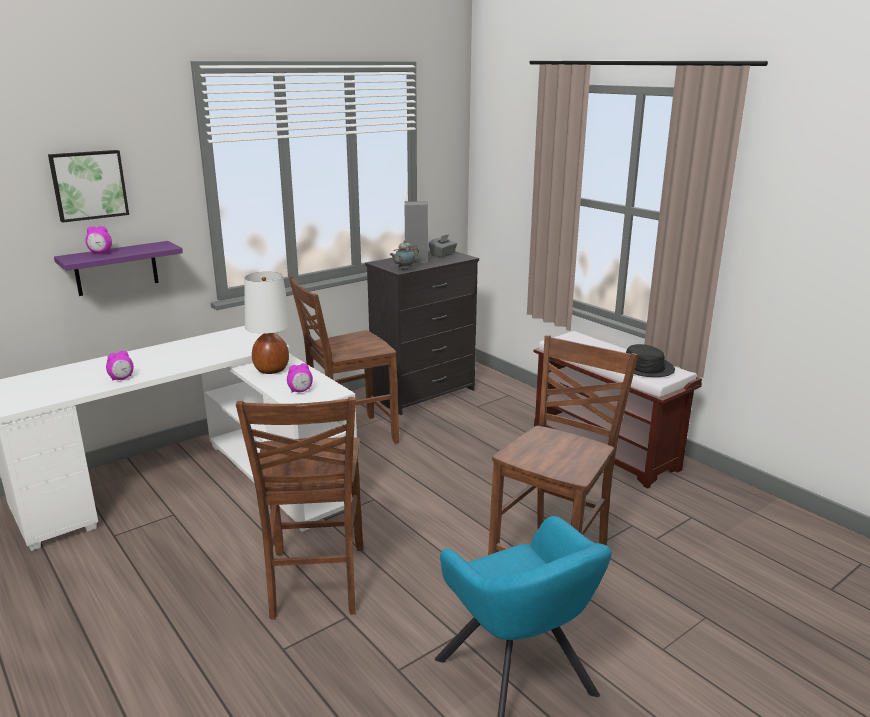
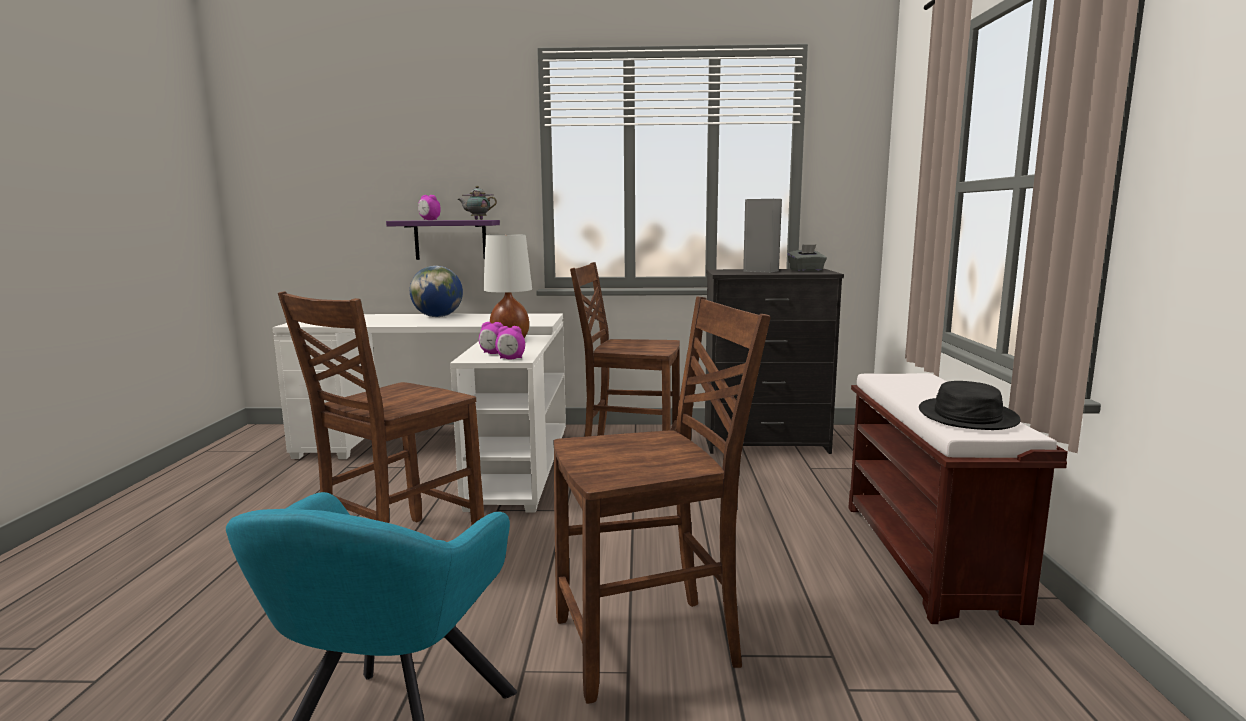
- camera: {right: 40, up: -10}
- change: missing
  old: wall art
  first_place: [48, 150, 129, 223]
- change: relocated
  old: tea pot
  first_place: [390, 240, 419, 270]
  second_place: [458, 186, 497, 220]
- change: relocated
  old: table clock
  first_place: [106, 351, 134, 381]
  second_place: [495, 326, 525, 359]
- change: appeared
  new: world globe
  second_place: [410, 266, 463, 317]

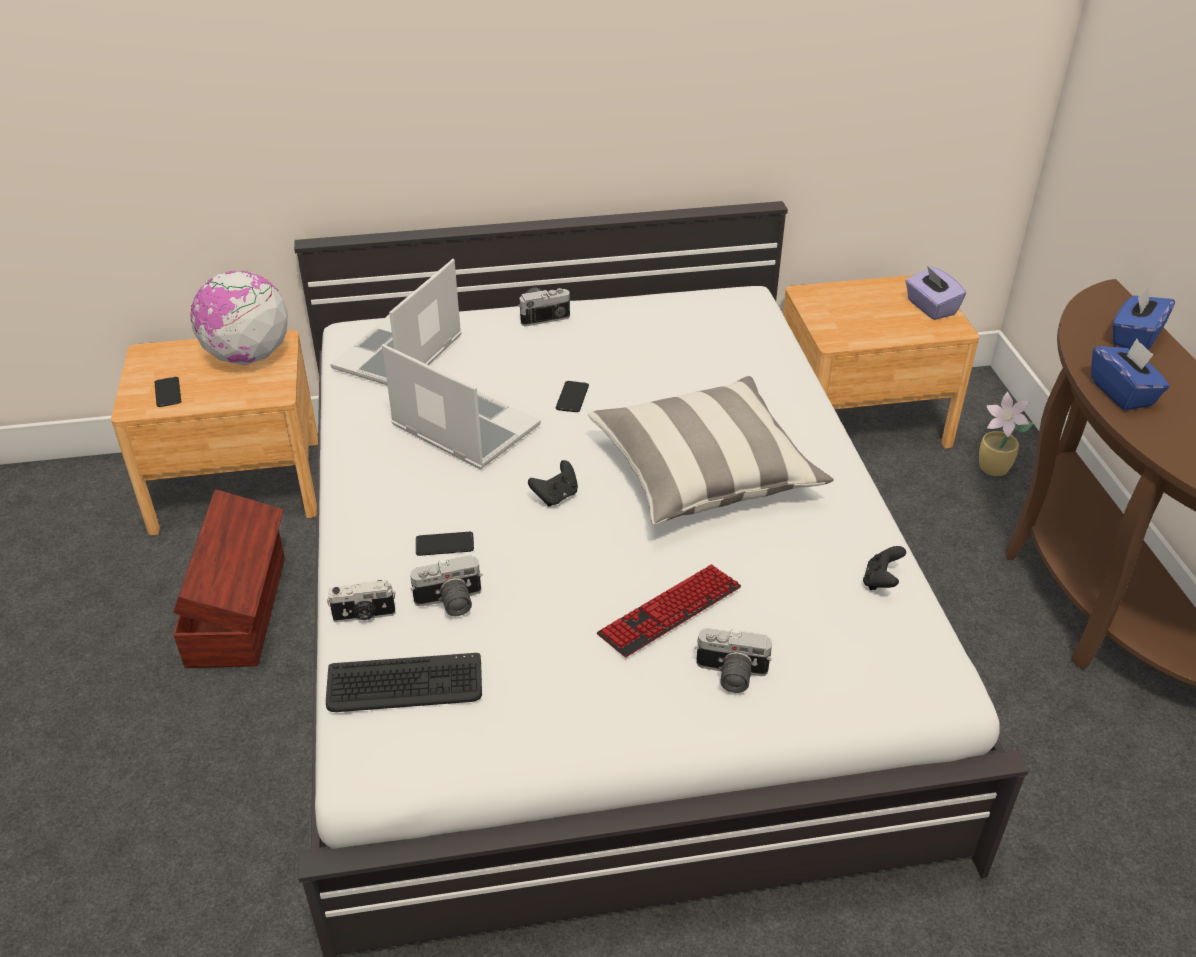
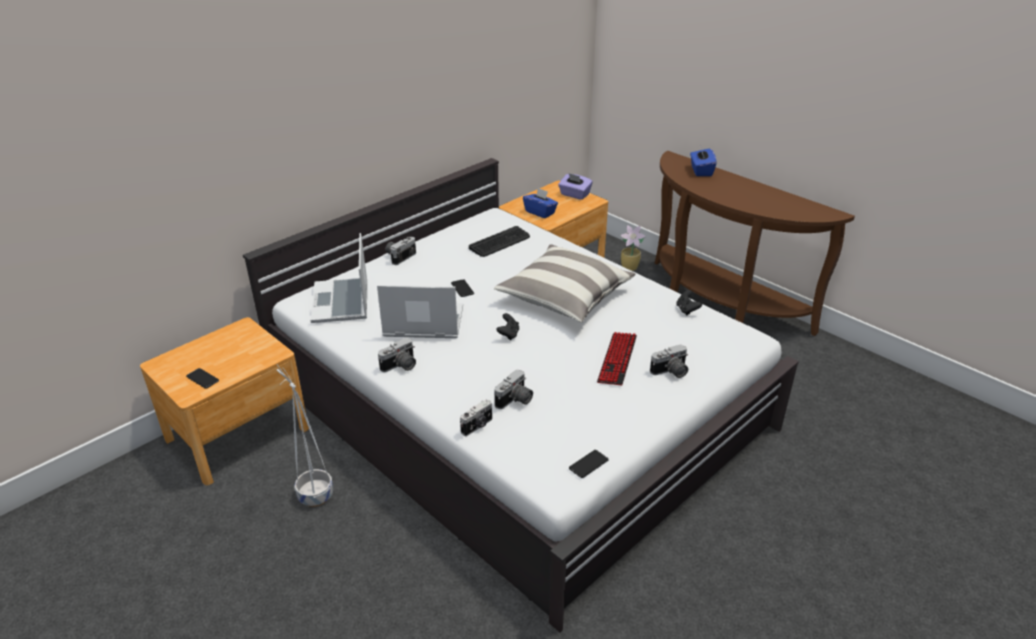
- camera: {right: -35, up: -5}
- change: missing
  old: world globe
  first_place: [190, 271, 288, 366]
- change: relocated
  old: box of tissues (blue)
  first_place: [1091, 338, 1170, 411]
  second_place: [523, 188, 558, 218]
- change: exchanged
  old: storage box (brownish)
  new: flower pot (whitish)
  first_place: [173, 489, 285, 668]
  second_place: [277, 365, 333, 507]
- change: relocated
  old: handset
  first_place: [416, 532, 474, 556]
  second_place: [569, 450, 609, 478]
- change: relocated
  old: keyboard
  first_place: [326, 653, 482, 712]
  second_place: [469, 226, 530, 257]
- change: appeared
  new: photo camera
  second_place: [378, 338, 416, 372]

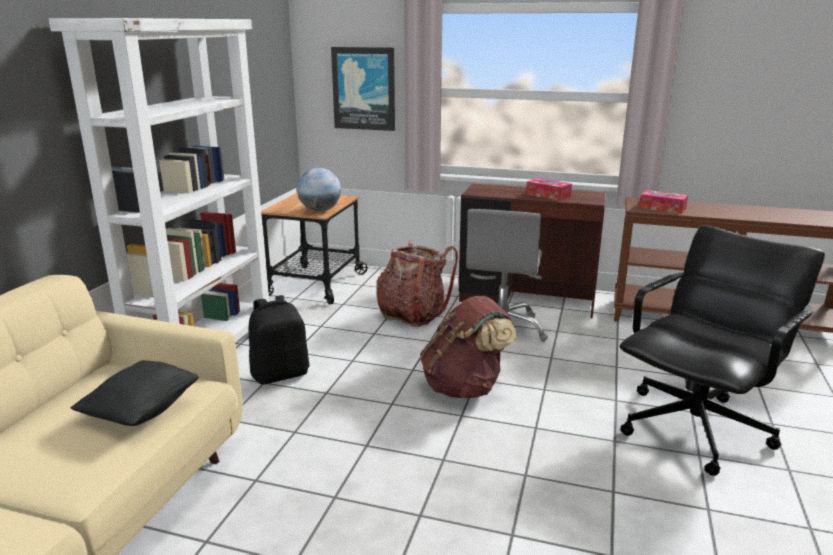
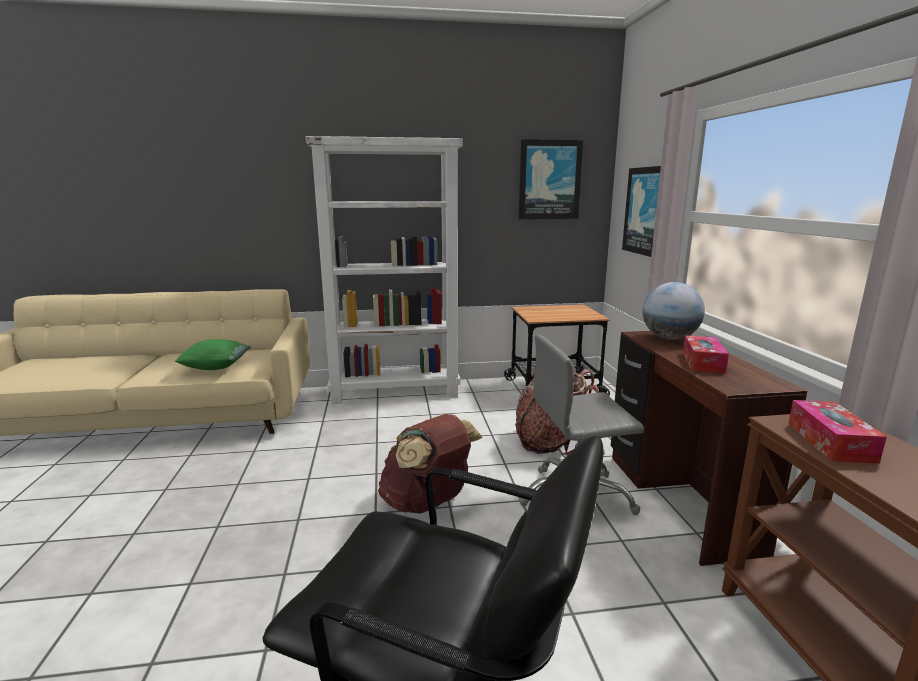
- camera: {right: 65, up: -5}
- change: relocated
  old: world globe
  first_place: [297, 168, 341, 211]
  second_place: [642, 282, 705, 340]
- change: missing
  old: rucksack (black)
  first_place: [249, 295, 309, 385]
- change: colour
  old: cushion (black)
  new: cushion (greenish)
  first_place: [70, 360, 200, 426]
  second_place: [175, 339, 251, 370]
- change: appeared
  new: wall art
  second_place: [519, 139, 583, 219]

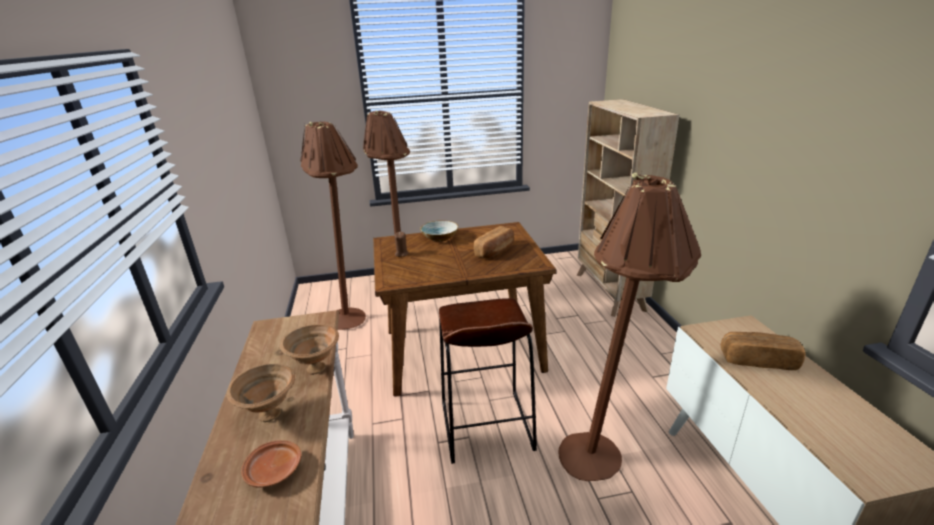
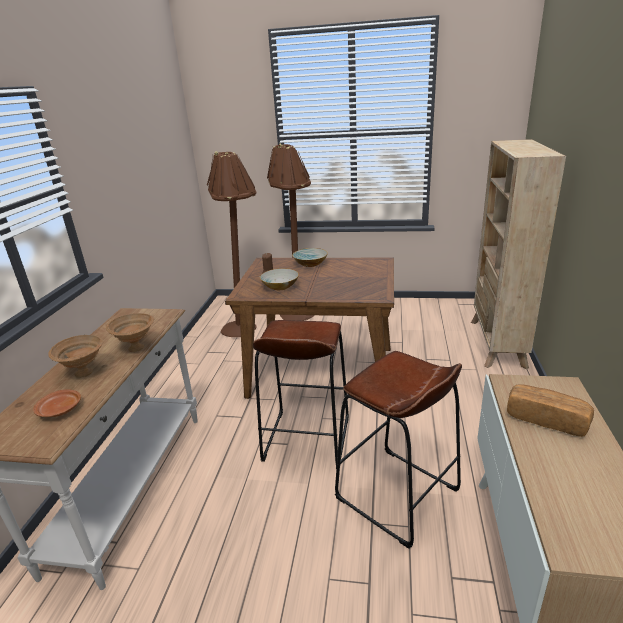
- camera: {right: 20, up: 0}
- change: exchanged
  old: standing lamp (brownish)
  new: sitting stool (brownish)
  first_place: [559, 173, 701, 481]
  second_place: [335, 351, 462, 549]
- change: missing
  old: baked bread
  first_place: [474, 226, 514, 259]
- change: appeared
  new: deep dish
  second_place: [260, 268, 299, 290]

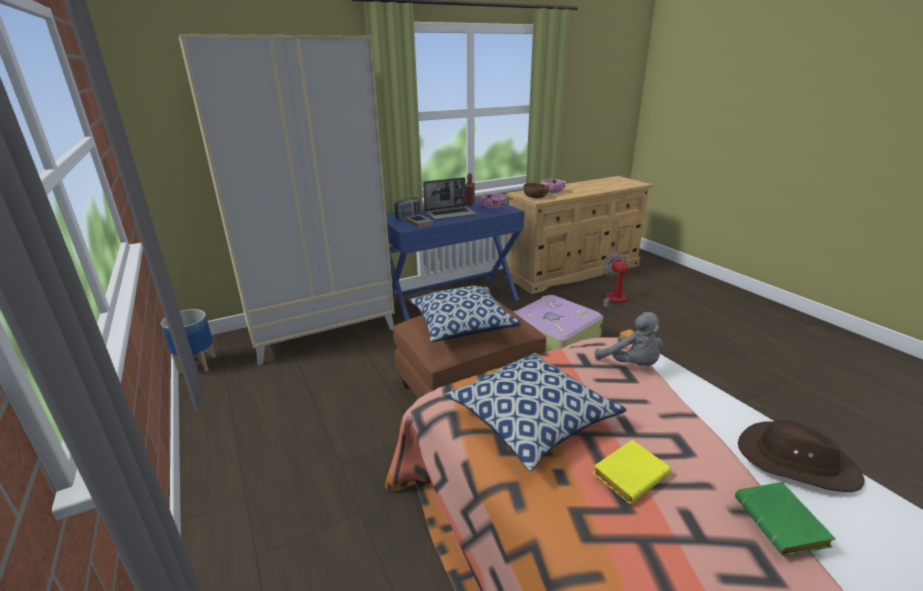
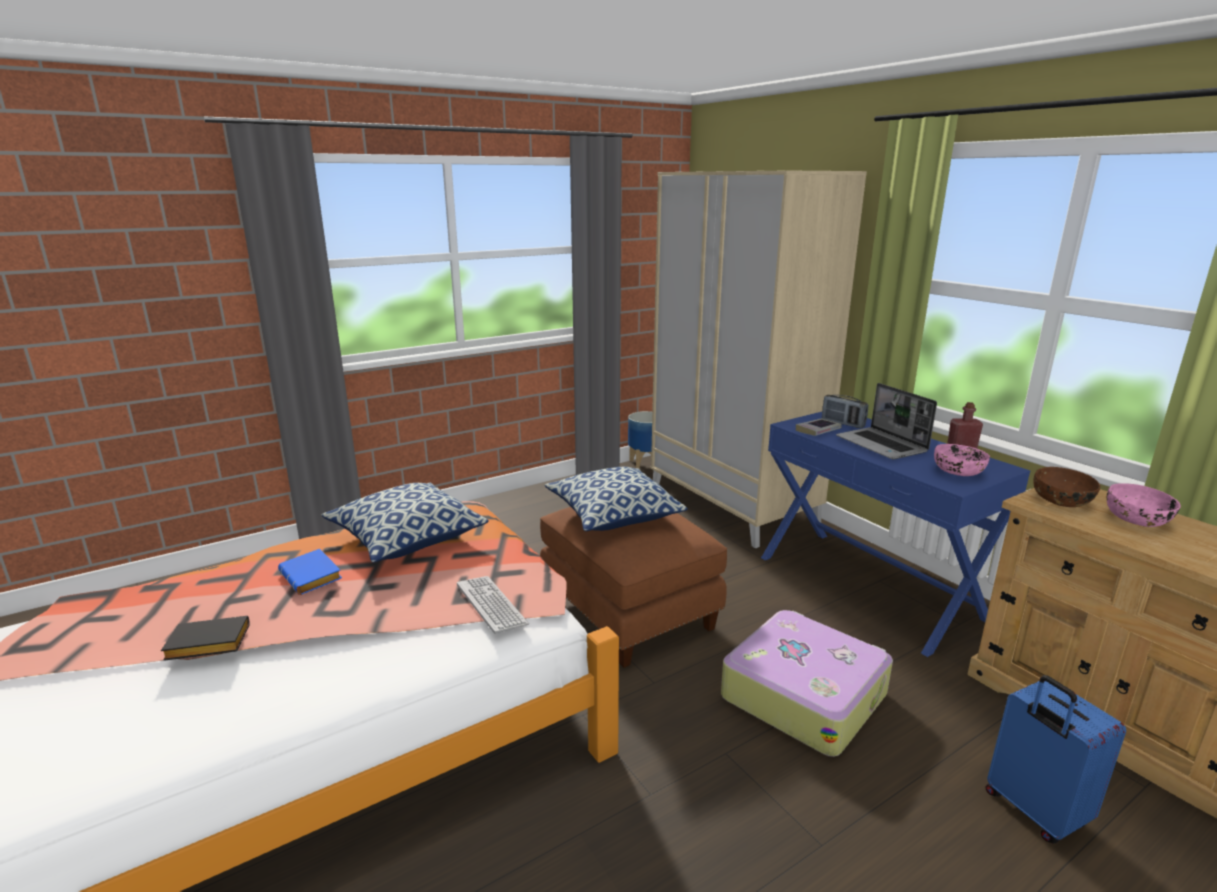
- camera: {right: 85, up: -5}
- change: exchanged
  old: electric fan
  new: piece of luggage (blue)
  first_place: [598, 252, 629, 314]
  second_place: [986, 675, 1126, 843]
- change: exchanged
  old: cuddly toy (grey)
  new: keyboard
  first_place: [595, 312, 663, 366]
  second_place: [457, 576, 529, 634]
- change: missing
  old: wearable hat (brownish)
  first_place: [738, 420, 865, 492]
- change: colour
  old: book (yellowish)
  new: book (blue)
  first_place: [593, 440, 671, 504]
  second_place: [278, 549, 342, 595]
- change: colour
  old: book (greenish)
  new: book (black)
  first_place: [735, 482, 836, 556]
  second_place: [161, 616, 250, 661]

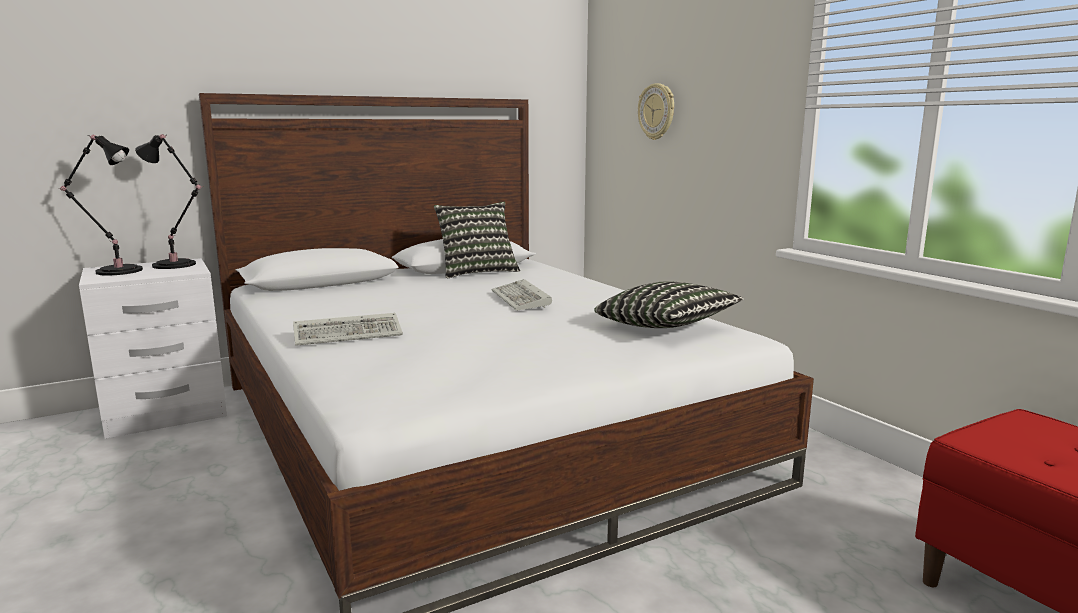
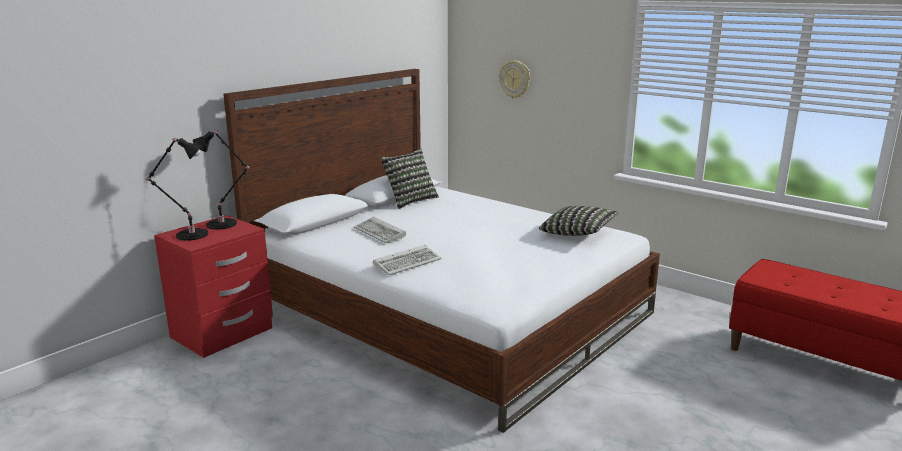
- camera: {right: -20, up: 5}
- change: colour
  old: night table (whitish)
  new: night table (reddish)
  first_place: [79, 258, 227, 439]
  second_place: [154, 215, 273, 358]
- change: relocated
  old: keyboard
  first_place: [492, 279, 552, 311]
  second_place: [354, 217, 406, 244]

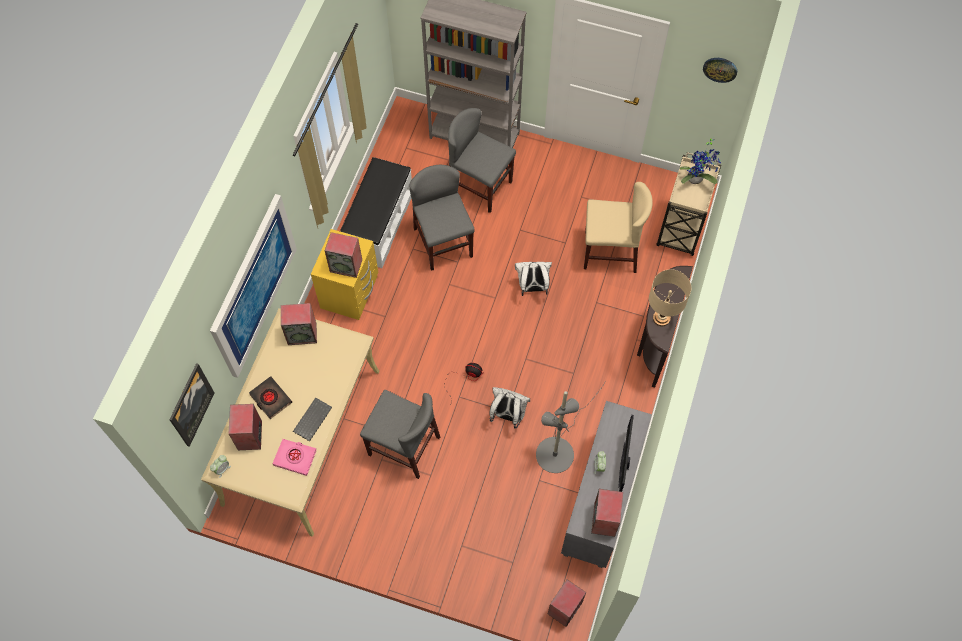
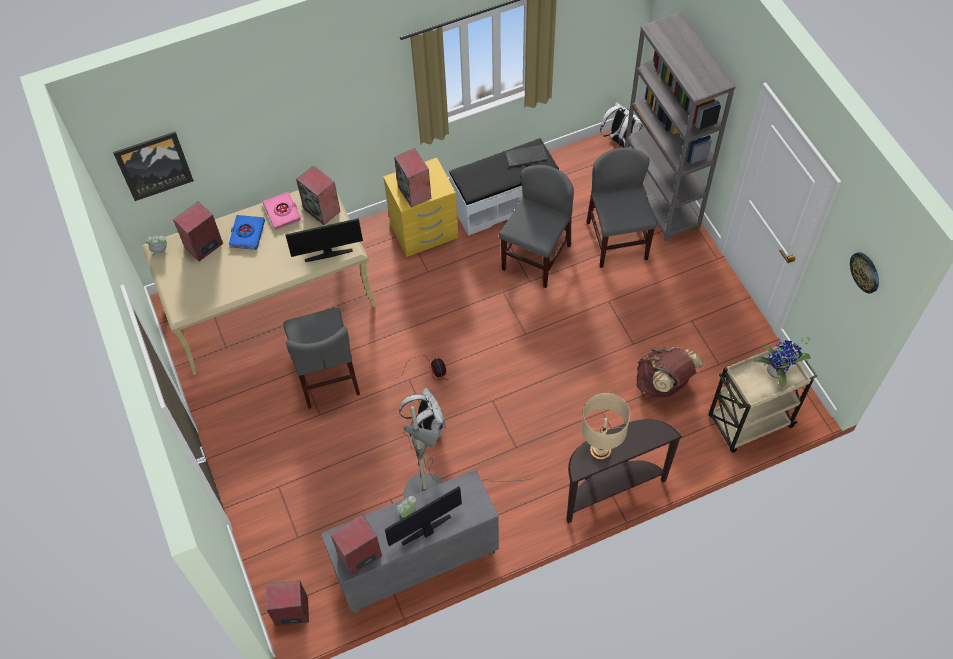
- camera: {right: 50, up: -5}
- change: exchanged
  old: plain chair (beige)
  new: rucksack (brownish)
  first_place: [584, 182, 653, 273]
  second_place: [636, 347, 703, 398]
- change: missing
  old: wall art
  first_place: [210, 194, 297, 378]
- change: relocated
  old: rucksack (whitish)
  first_place: [515, 262, 552, 296]
  second_place: [600, 102, 644, 148]
- change: colour
  old: book (black)
  new: book (blue)
  first_place: [249, 376, 292, 419]
  second_place: [229, 215, 265, 250]
- change: relocated
  old: keyboard
  first_place: [293, 398, 332, 441]
  second_place: [505, 144, 548, 167]
- change: relocated
  old: book (pink)
  first_place: [273, 439, 317, 476]
  second_place: [263, 192, 301, 230]
- change: appeared
  new: computer display
  second_place: [285, 218, 363, 262]

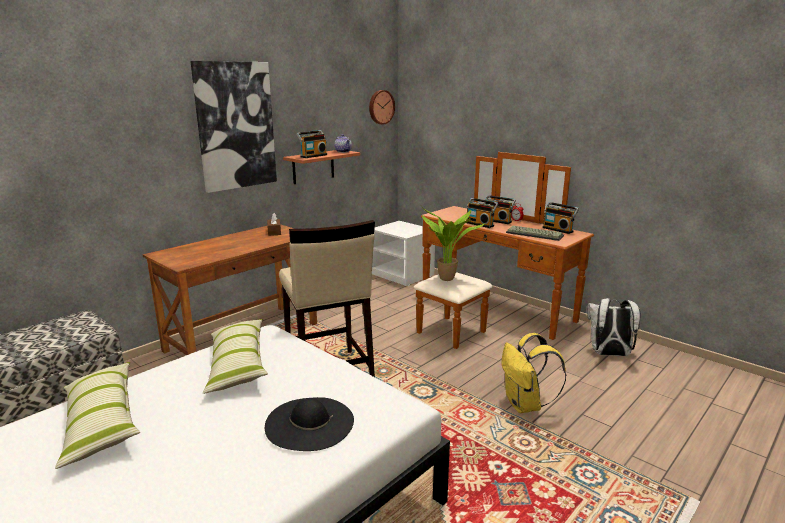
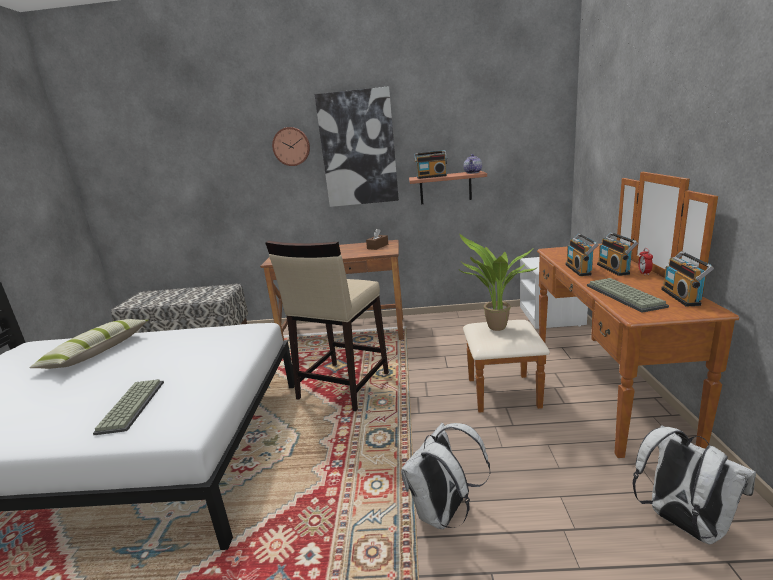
- camera: {right: 50, up: 0}
- change: relocated
  old: wall clock
  first_place: [369, 90, 395, 125]
  second_place: [272, 127, 310, 166]
- change: missing
  old: cushion
  first_place: [203, 319, 268, 394]
- change: colour
  old: rucksack (yellowish)
  new: rucksack (whitish)
  first_place: [501, 333, 567, 413]
  second_place: [401, 423, 490, 529]
- change: exchanged
  old: wearable hat (black)
  new: keyboard
  first_place: [265, 397, 354, 451]
  second_place: [93, 379, 164, 435]

